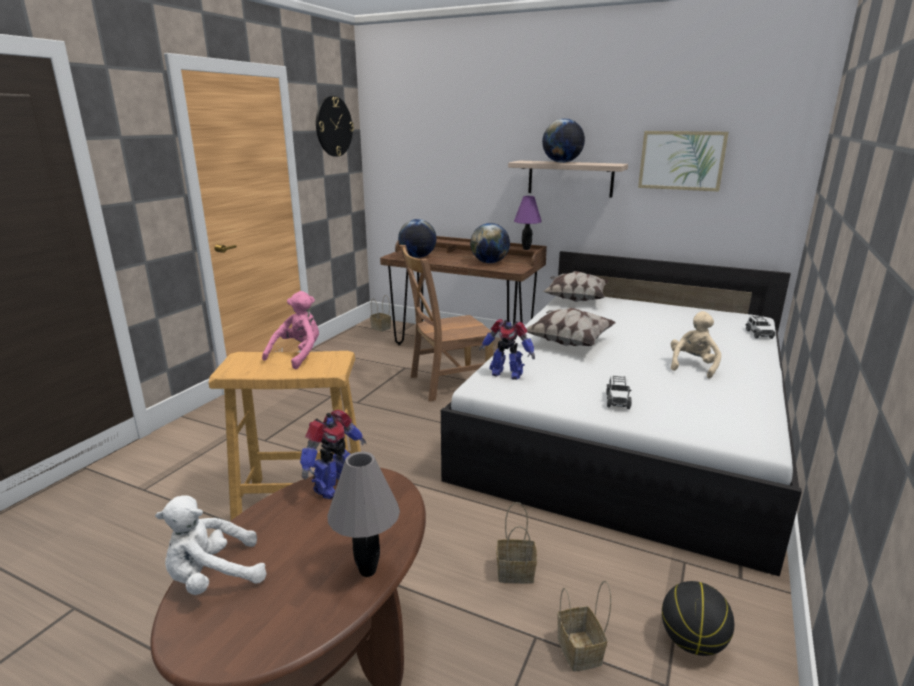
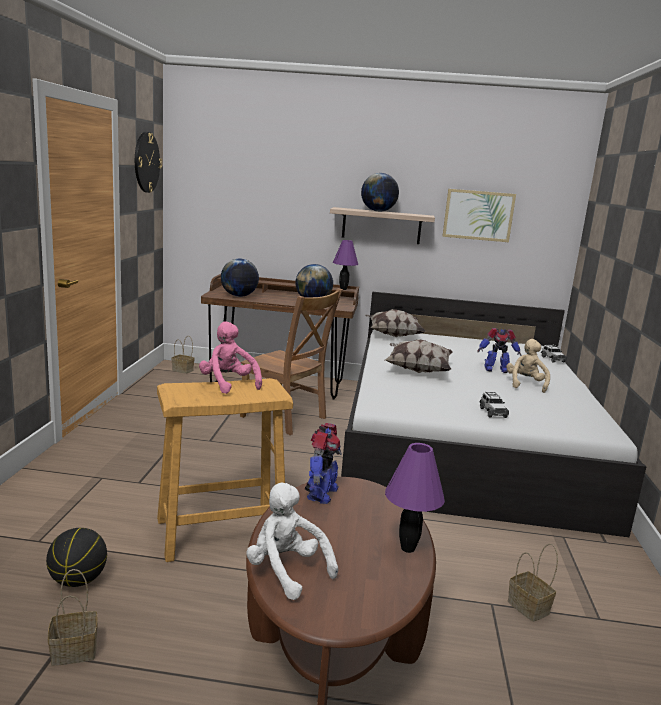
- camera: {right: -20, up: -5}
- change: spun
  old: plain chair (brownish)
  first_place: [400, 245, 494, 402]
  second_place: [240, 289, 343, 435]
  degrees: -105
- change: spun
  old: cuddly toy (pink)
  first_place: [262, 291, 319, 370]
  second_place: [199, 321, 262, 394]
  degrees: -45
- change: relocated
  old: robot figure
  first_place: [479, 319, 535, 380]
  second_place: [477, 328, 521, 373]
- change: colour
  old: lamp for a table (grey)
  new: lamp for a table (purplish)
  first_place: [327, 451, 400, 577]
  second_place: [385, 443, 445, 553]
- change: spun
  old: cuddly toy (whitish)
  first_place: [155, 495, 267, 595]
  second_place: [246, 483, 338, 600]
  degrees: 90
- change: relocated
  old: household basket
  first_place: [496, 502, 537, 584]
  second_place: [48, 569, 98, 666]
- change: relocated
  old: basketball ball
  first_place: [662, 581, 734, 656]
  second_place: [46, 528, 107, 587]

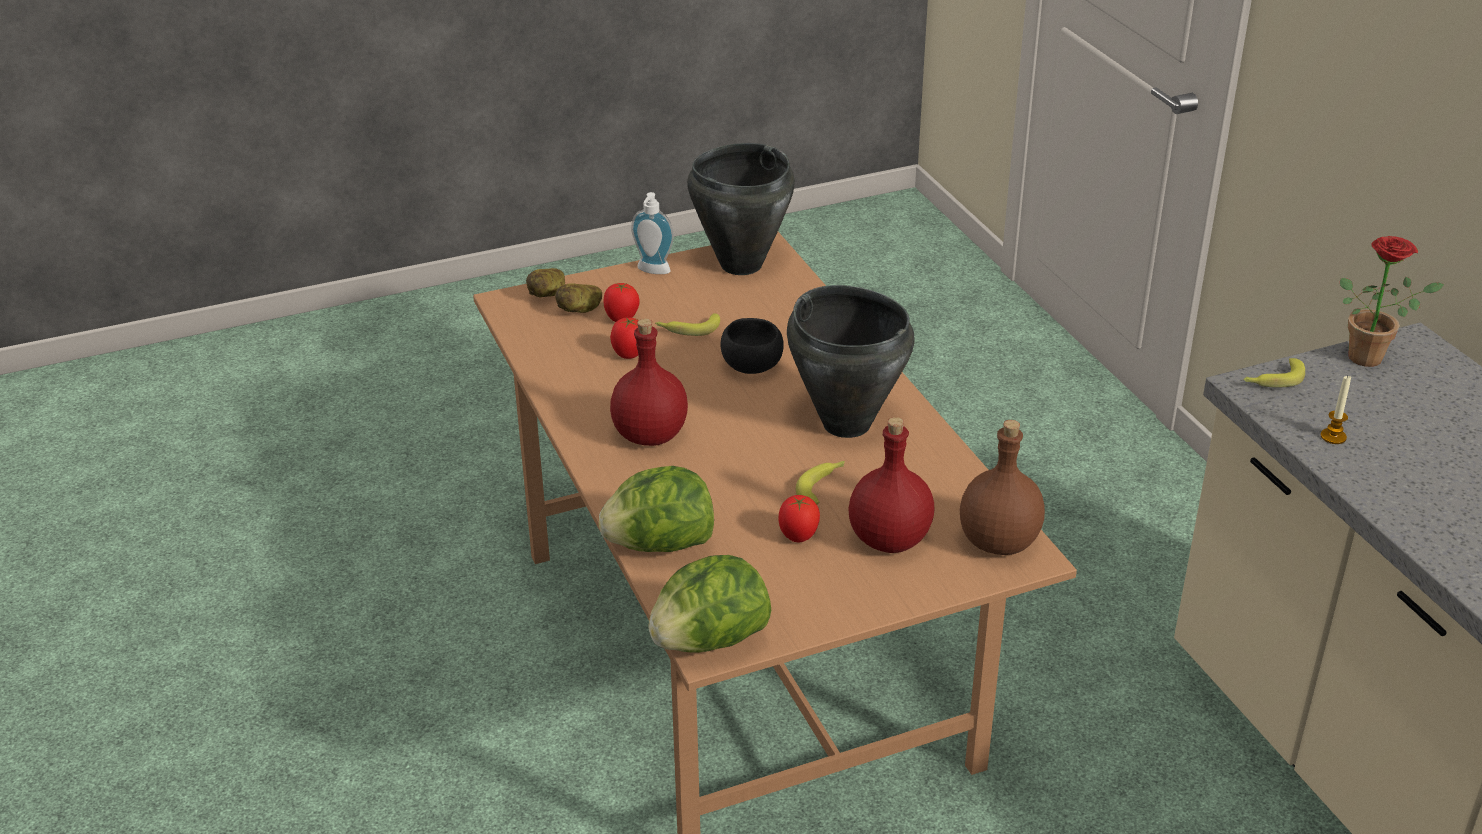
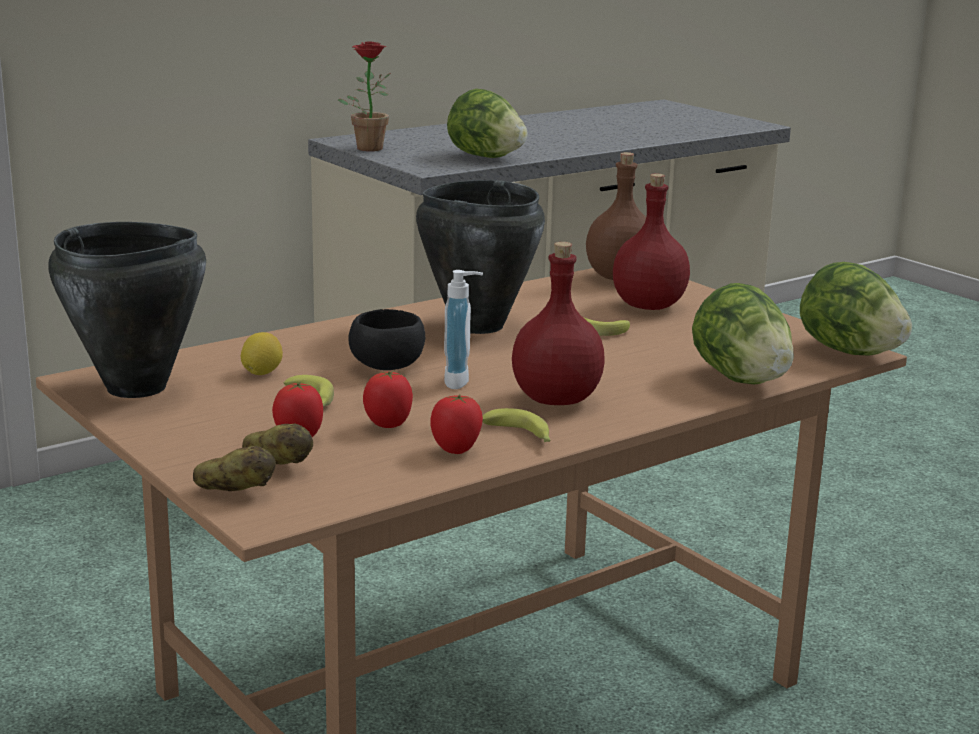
- camera: {right: -105, up: -15}
- change: relocated
  old: soap bottle
  first_place: [631, 192, 674, 274]
  second_place: [444, 270, 483, 389]
- change: relocated
  old: banana fruit
  first_place: [1243, 358, 1305, 388]
  second_place: [482, 408, 551, 442]
- change: exchanged
  old: wax light
  new: head of lettuce
  first_place: [1320, 376, 1351, 444]
  second_place: [447, 89, 528, 158]
- change: relocated
  old: tomato
  first_place: [778, 495, 820, 542]
  second_place: [430, 394, 483, 454]
- change: appeared
  new: lemon
  second_place: [241, 332, 283, 375]

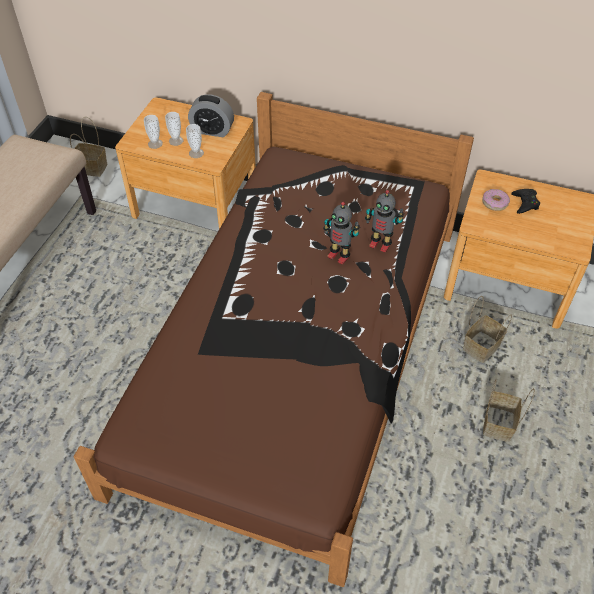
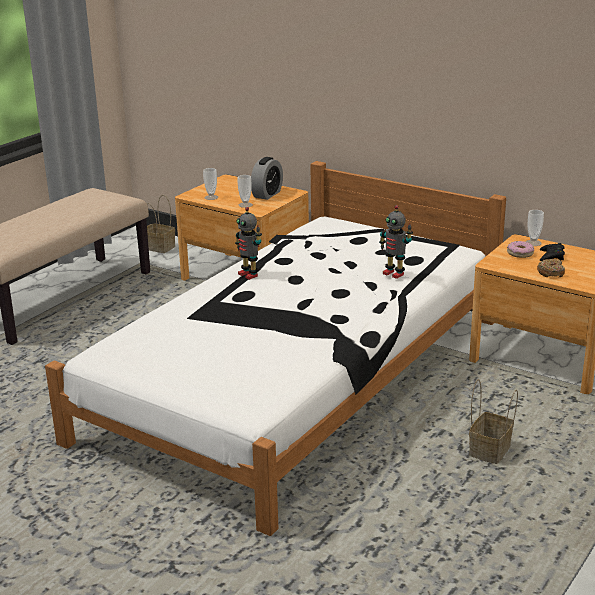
- camera: {right: 15, up: -25}
- change: colour
  old: sleeping bed (brownish)
  new: sleeping bed (whitish)
  first_place: [73, 92, 474, 587]
  second_place: [45, 161, 506, 536]
- change: spun
  old: table clock
  first_place: [188, 94, 234, 137]
  second_place: [251, 157, 283, 200]
  degrees: -90
- change: relocated
  old: drinking cup
  first_place: [165, 112, 183, 146]
  second_place: [526, 210, 544, 246]
- change: relocated
  old: robot figure
  first_place: [323, 202, 360, 265]
  second_place: [235, 207, 262, 280]
- change: missing
  old: household basket
  first_place: [463, 296, 512, 363]
- change: appeared
  new: ring doughnut
  second_place: [537, 259, 565, 278]

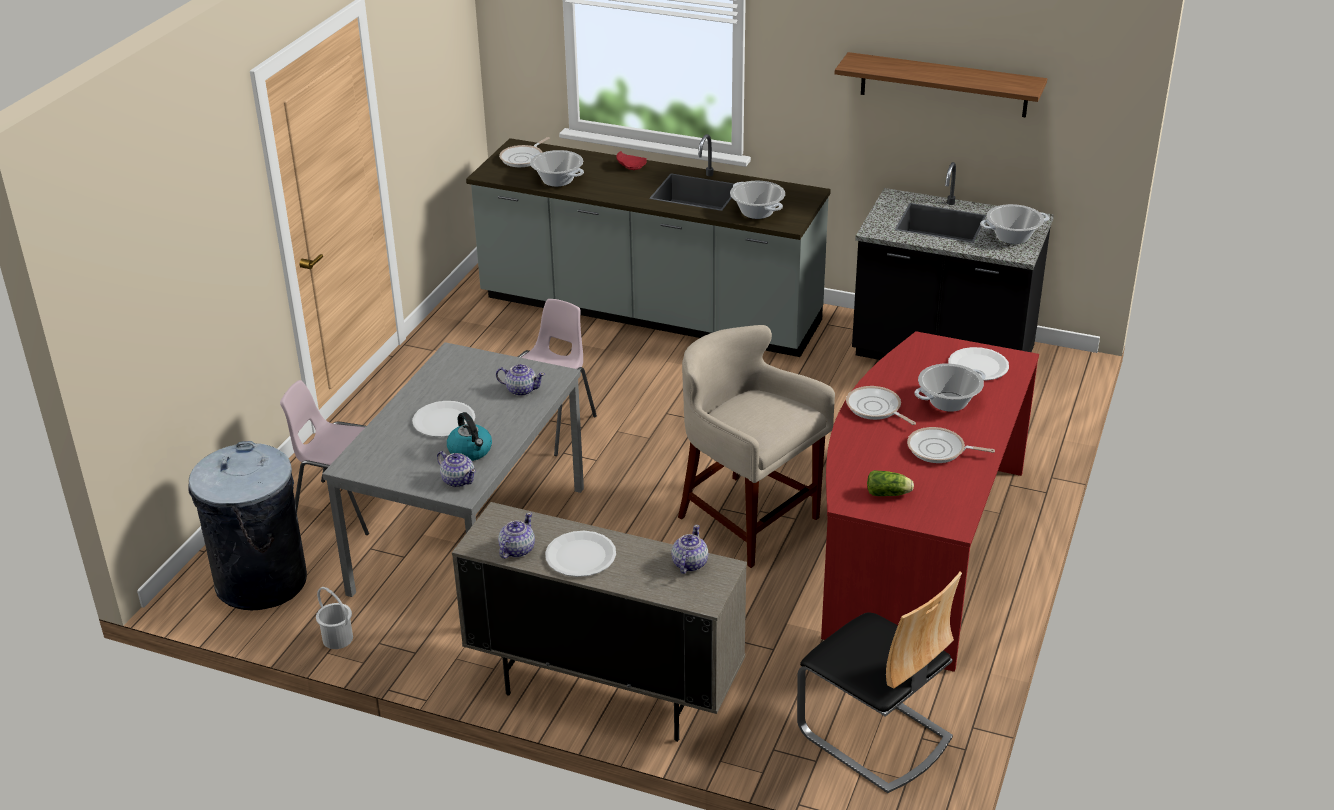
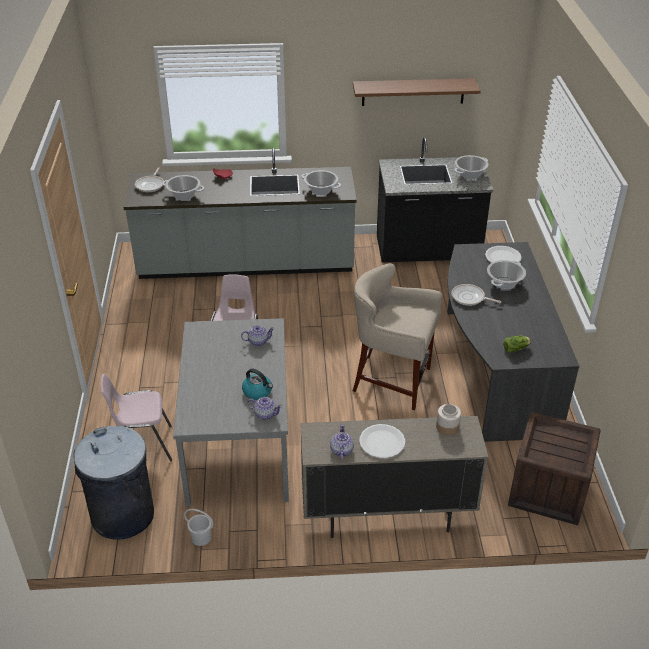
- camera: {right: -25, up: 5}
- change: colour
  old: desk table (reddish)
  new: desk table (grey)
  first_place: [821, 331, 1039, 672]
  second_place: [447, 242, 580, 442]
- change: missing
  old: dinner plate (whitish)
  first_place: [412, 401, 475, 437]
- change: missing
  old: pan
  first_place: [907, 427, 995, 463]
- change: exchanged
  old: tea pot
  new: preserve jar
  first_place: [671, 525, 708, 574]
  second_place: [436, 404, 461, 435]
- change: exchanged
  old: plain chair
  new: crate
  first_place: [797, 572, 962, 793]
  second_place: [508, 412, 601, 525]

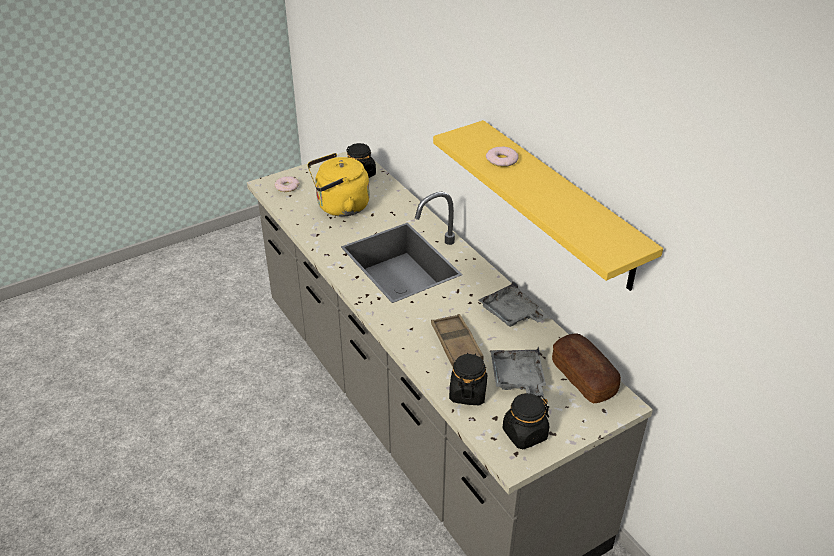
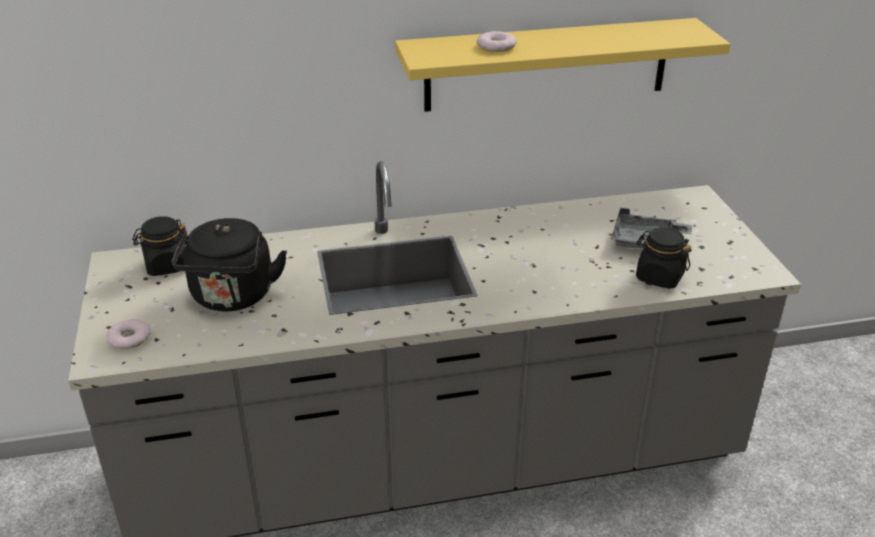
- camera: {right: -70, up: -5}
- change: colour
  old: water kettle (yellowish)
  new: water kettle (black)
  first_place: [308, 153, 370, 217]
  second_place: [172, 218, 287, 311]
- change: missing
  old: carrying tray (grey)
  first_place: [479, 281, 549, 327]
- change: missing
  old: carrying tray (brownish)
  first_place: [431, 314, 484, 367]
- change: missing
  old: baked bread
  first_place: [552, 334, 621, 403]
- change: missing
  old: preserve jar (black)
  first_place: [503, 393, 549, 449]

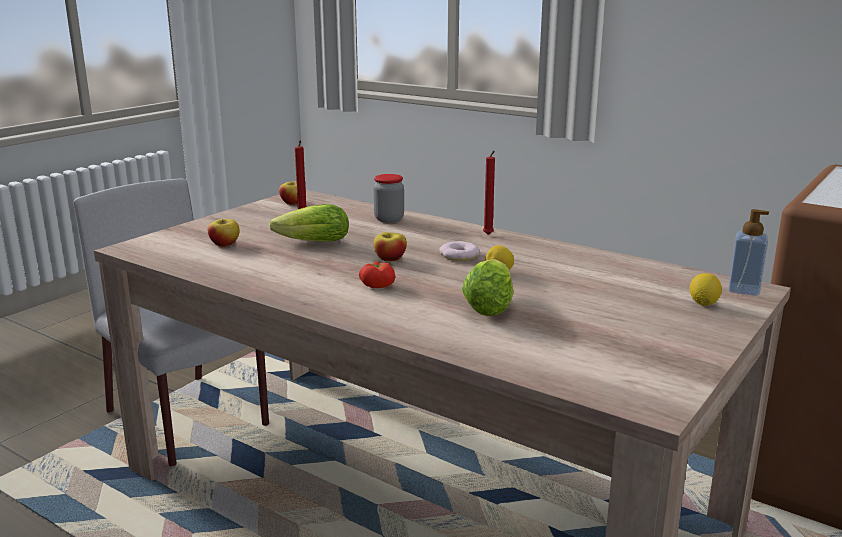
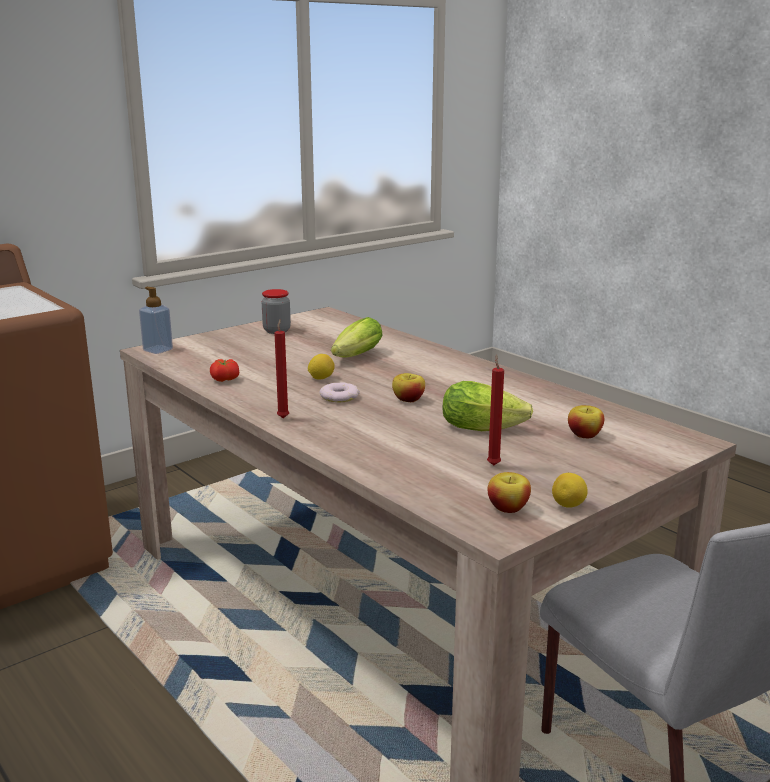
- camera: {right: -165, up: 0}
- change: relocated
  old: preserve jar
  first_place: [373, 174, 404, 223]
  second_place: [262, 289, 291, 334]
- change: relocated
  old: tomato
  first_place: [359, 261, 395, 288]
  second_place: [210, 359, 239, 382]
- change: relocated
  old: lemon
  first_place: [690, 273, 722, 306]
  second_place: [552, 473, 588, 508]

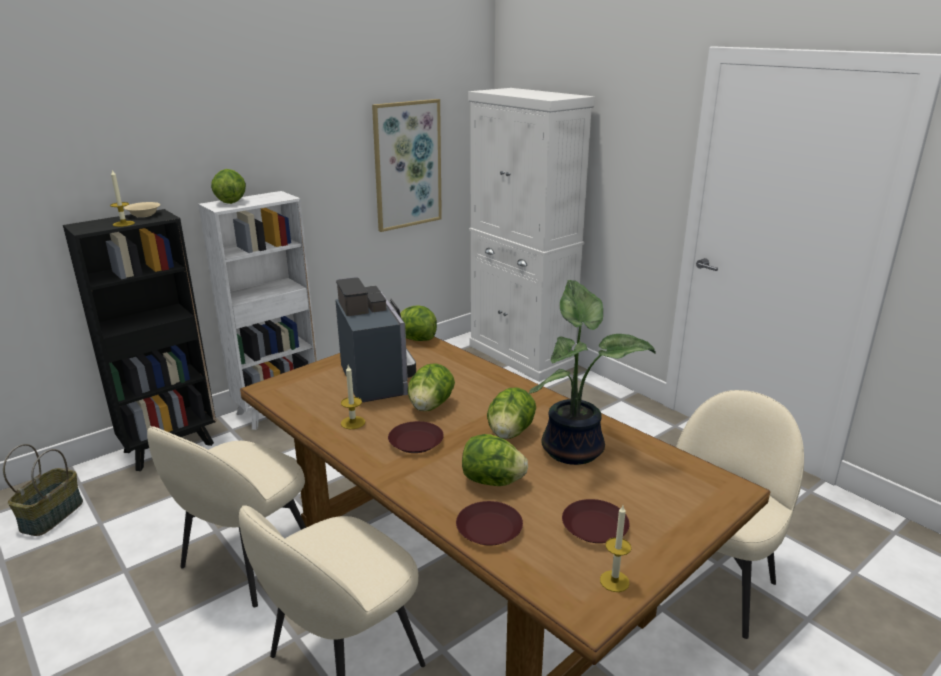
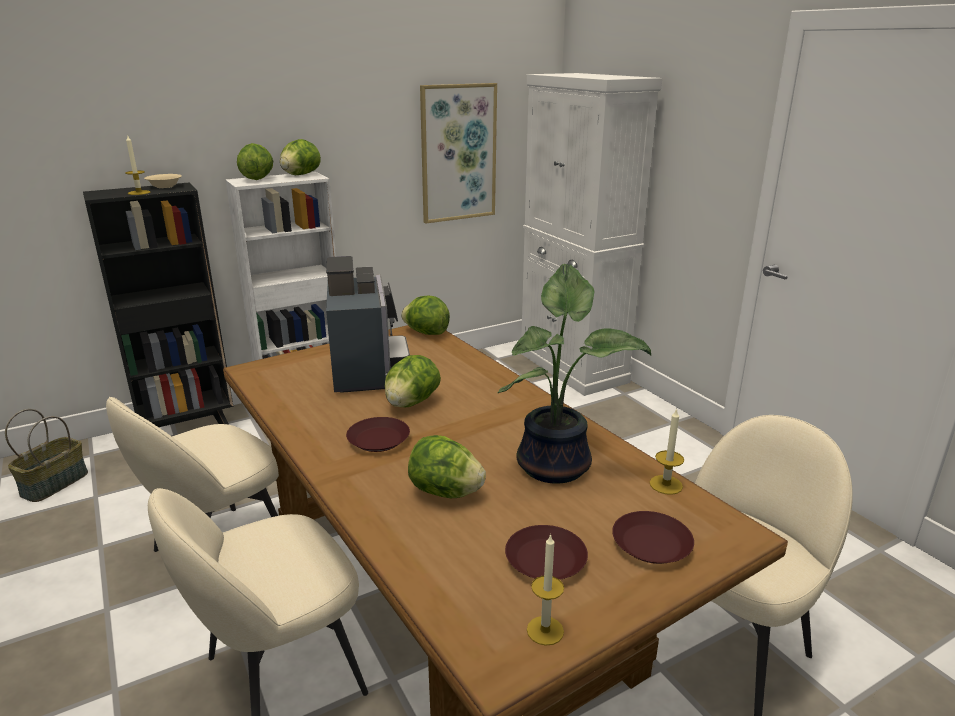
- camera: {right: 10, up: 0}
- change: relocated
  old: wax light
  first_place: [341, 365, 365, 429]
  second_place: [650, 408, 684, 495]
- change: relocated
  old: head of lettuce
  first_place: [487, 388, 536, 439]
  second_place: [280, 139, 321, 175]
- change: relocated
  old: dinner plate (brownish)
  first_place: [456, 501, 523, 546]
  second_place: [612, 511, 694, 564]

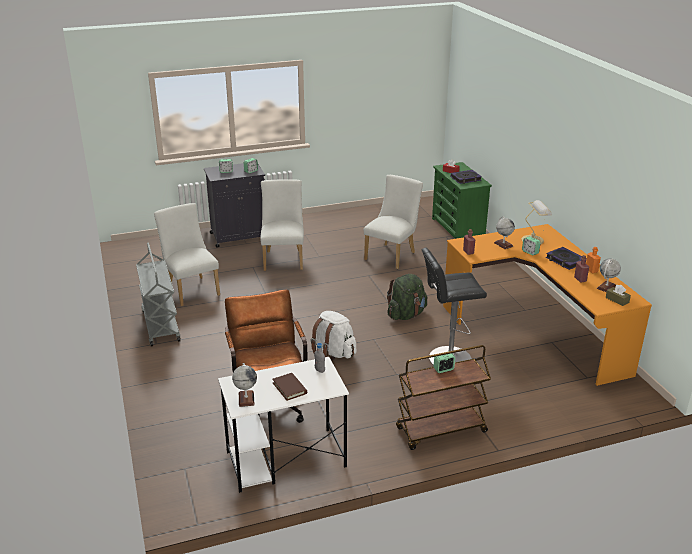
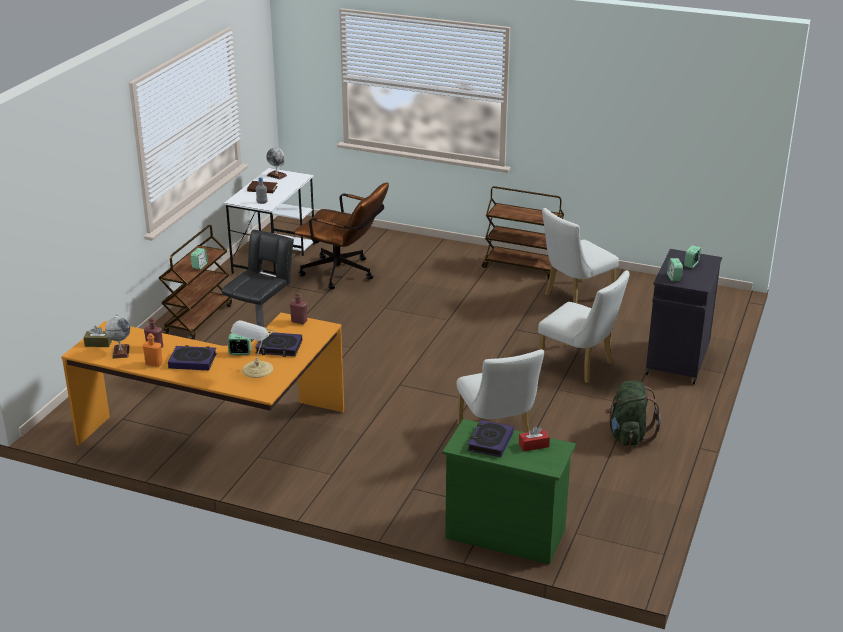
- camera: {right: 130, up: 0}
- change: spun
  old: plain chair (whitish)
  first_place: [154, 203, 220, 306]
  second_place: [542, 208, 619, 303]
  degrees: 135
- change: exchanged
  old: world globe
  new: book
  first_place: [494, 216, 515, 249]
  second_place: [255, 332, 302, 357]
- change: colour
  old: cart (grey)
  new: cart (brownish)
  first_place: [136, 242, 181, 347]
  second_place: [482, 186, 564, 279]
- change: relocated
  old: rucksack (greenish)
  first_place: [387, 274, 427, 320]
  second_place: [605, 380, 661, 446]
- change: missing
  old: rucksack (whitish)
  first_place: [311, 311, 356, 361]

